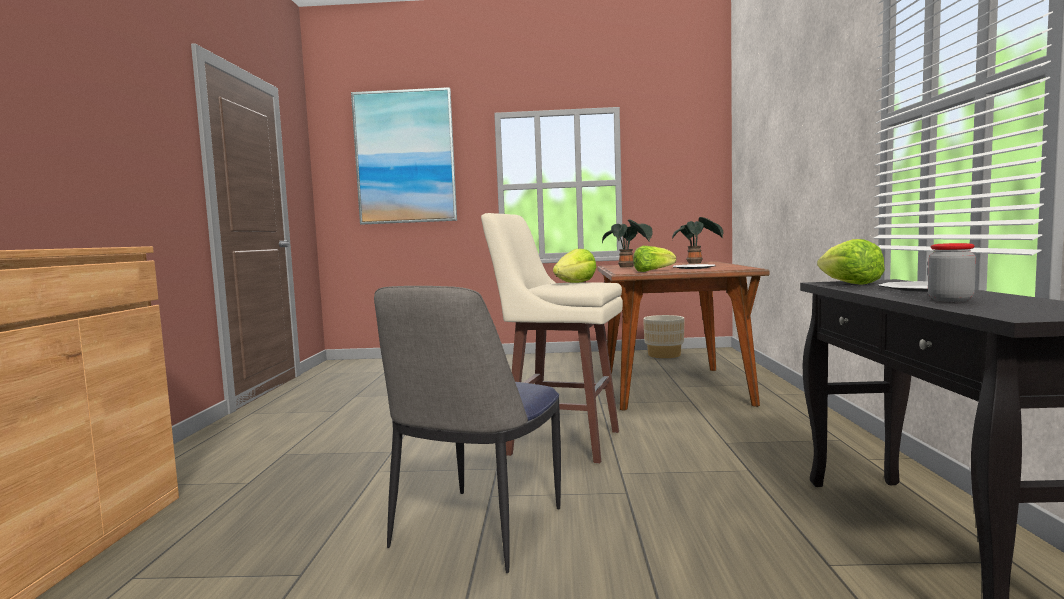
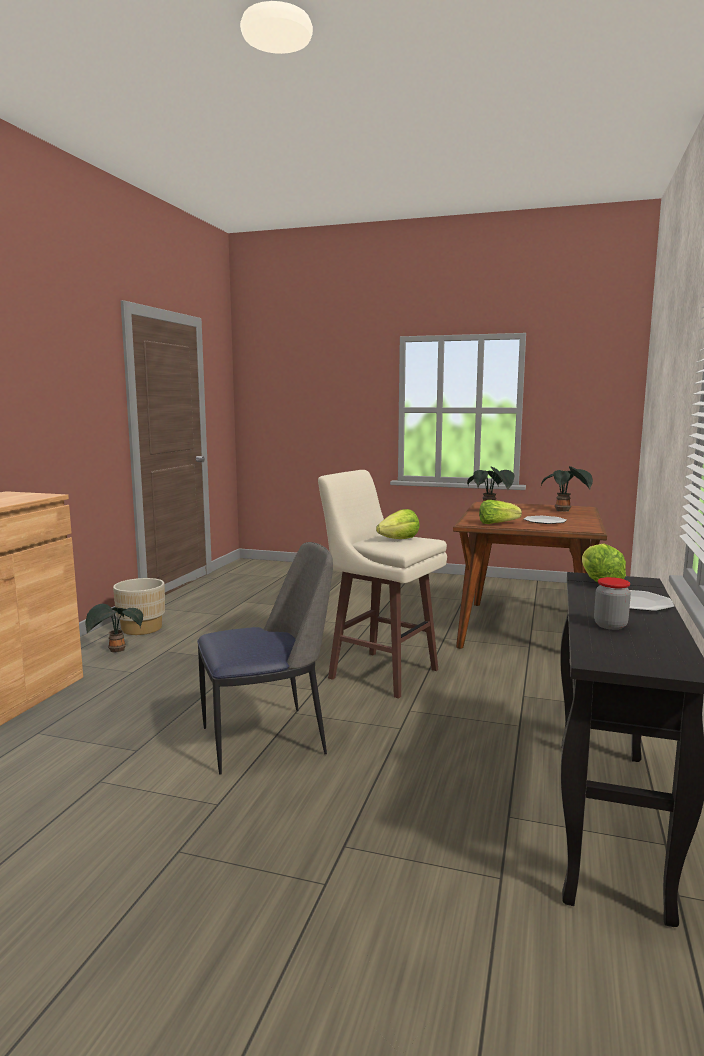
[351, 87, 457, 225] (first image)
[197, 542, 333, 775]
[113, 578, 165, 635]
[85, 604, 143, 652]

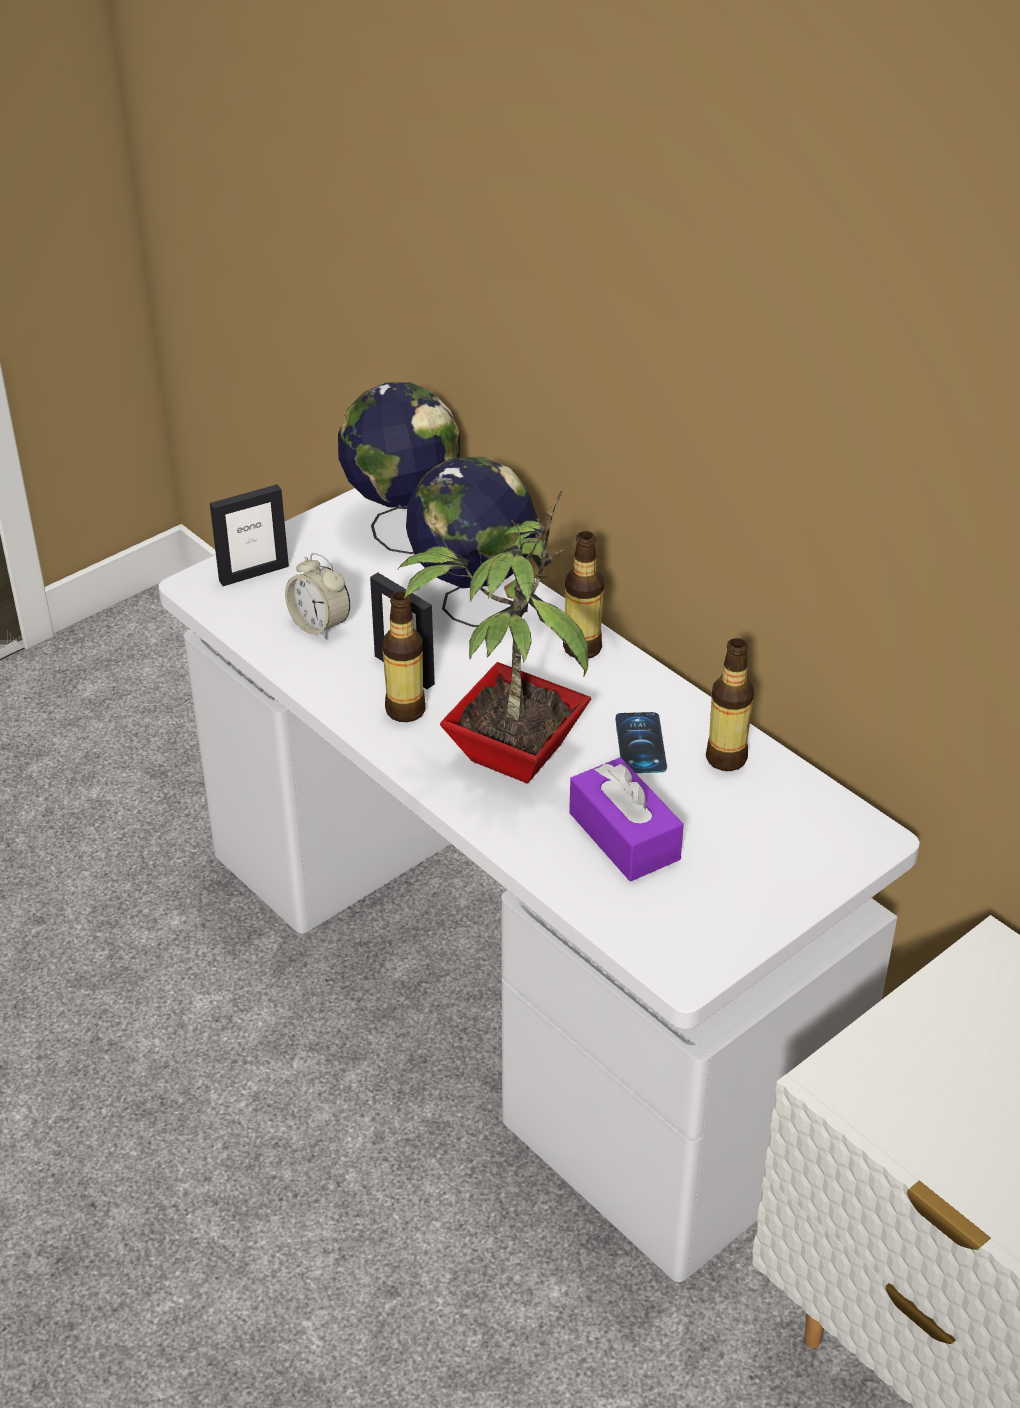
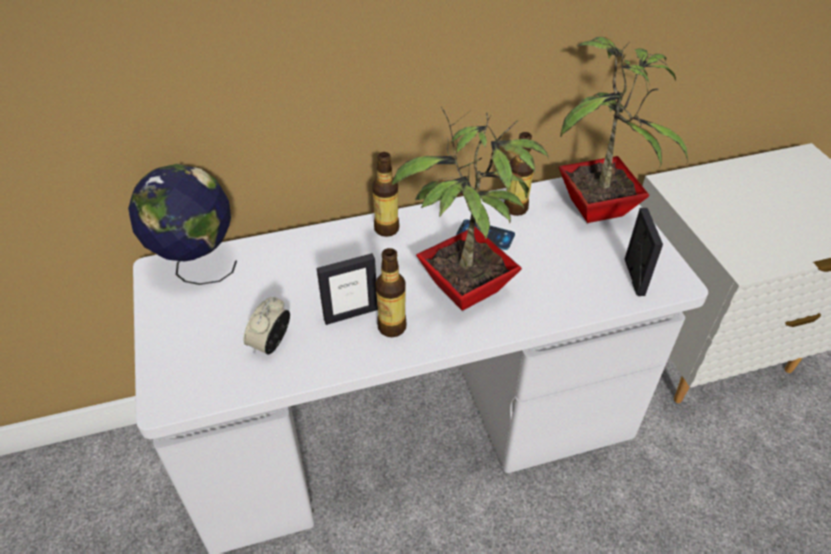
[625, 208, 663, 296]
[243, 297, 290, 354]
[406, 456, 537, 627] (first image)
[569, 757, 684, 881] (first image)
[559, 37, 688, 223]

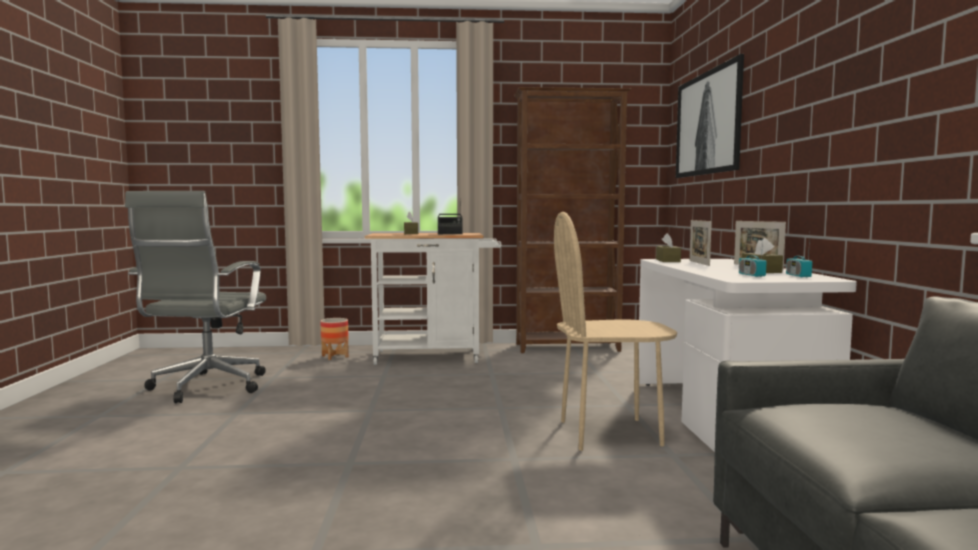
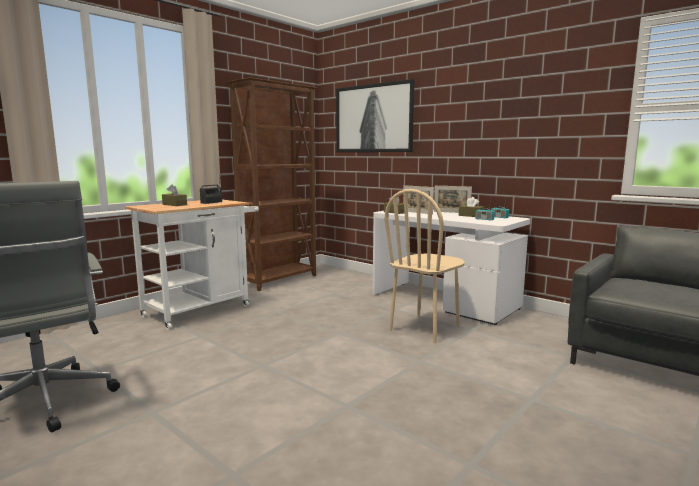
[320, 318, 349, 360] (first image)

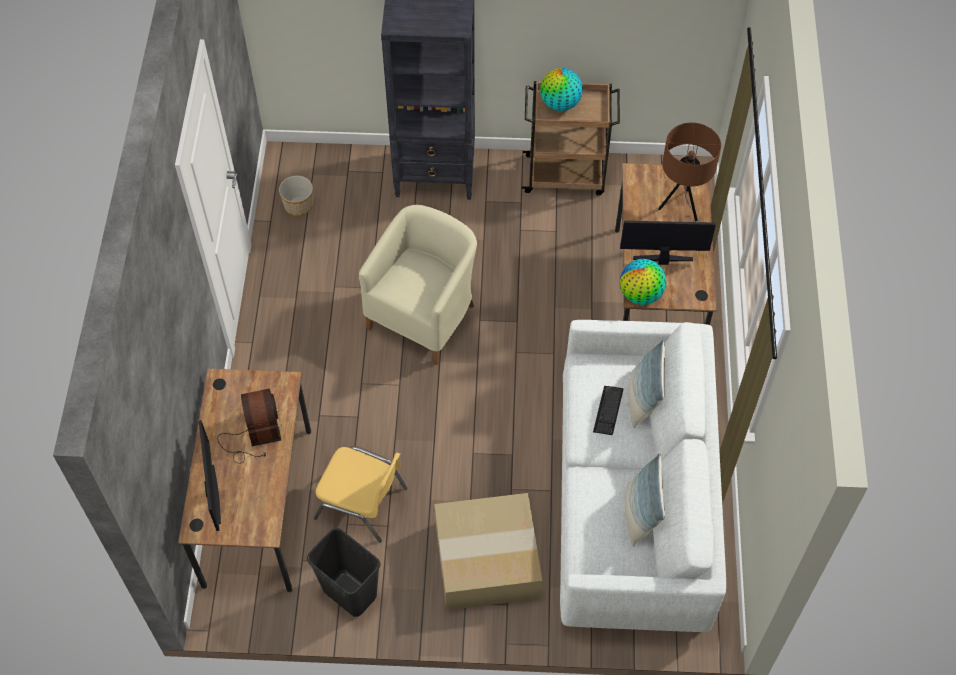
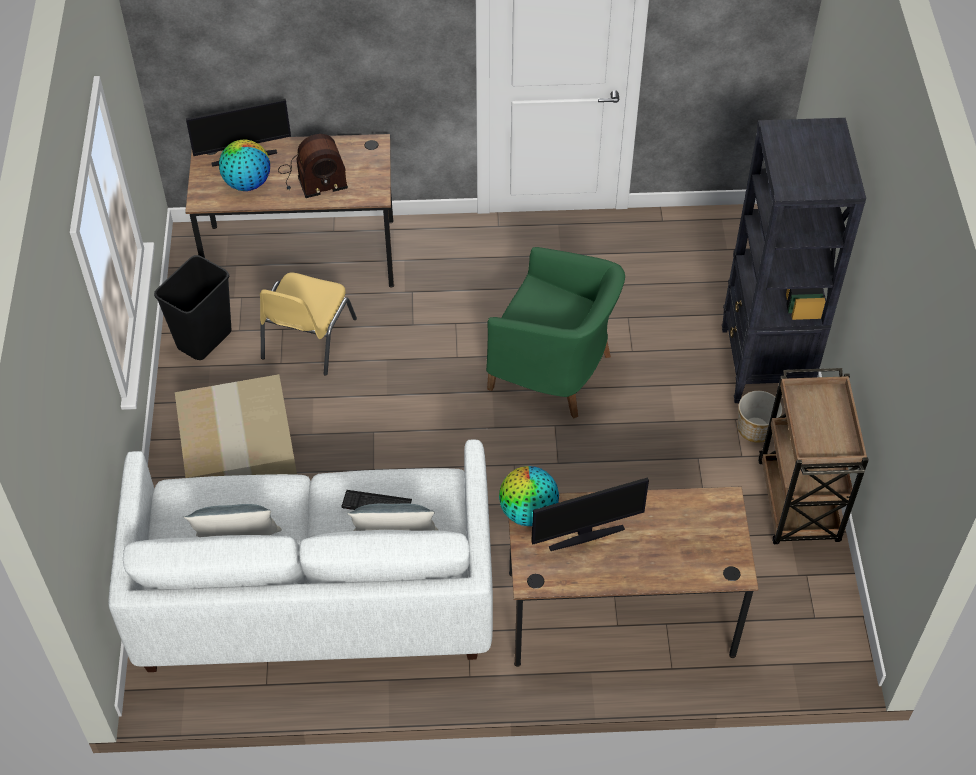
[737, 391, 783, 442]
[486, 247, 625, 419]
[219, 140, 270, 191]
[531, 477, 649, 551]
[658, 123, 721, 222] (first image)

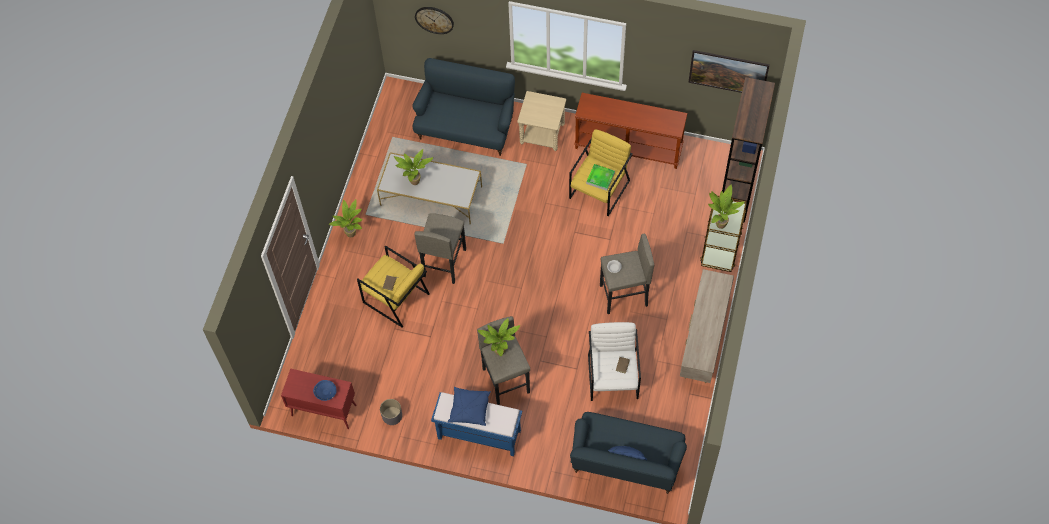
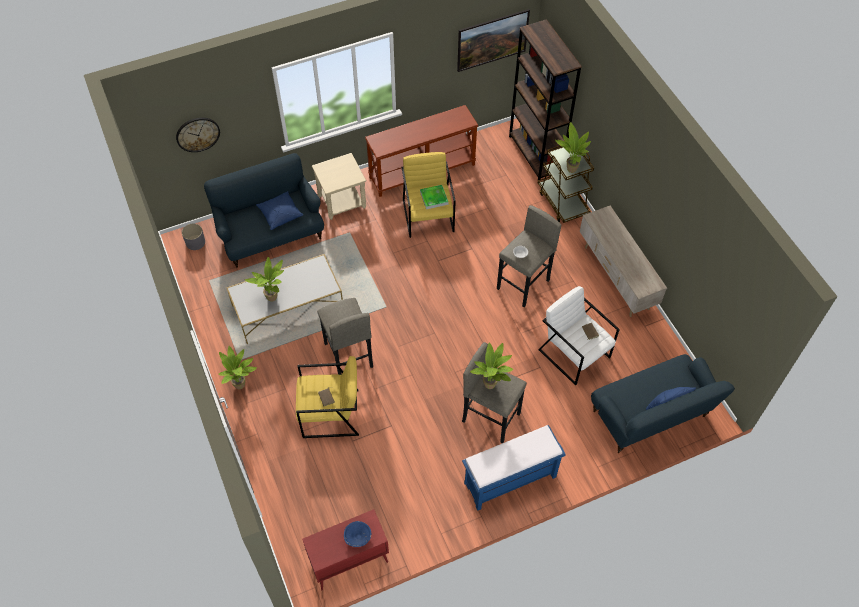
[182, 224, 205, 250]
[256, 191, 303, 230]

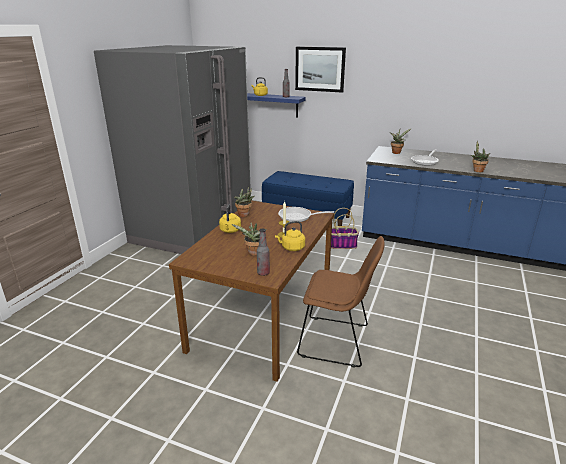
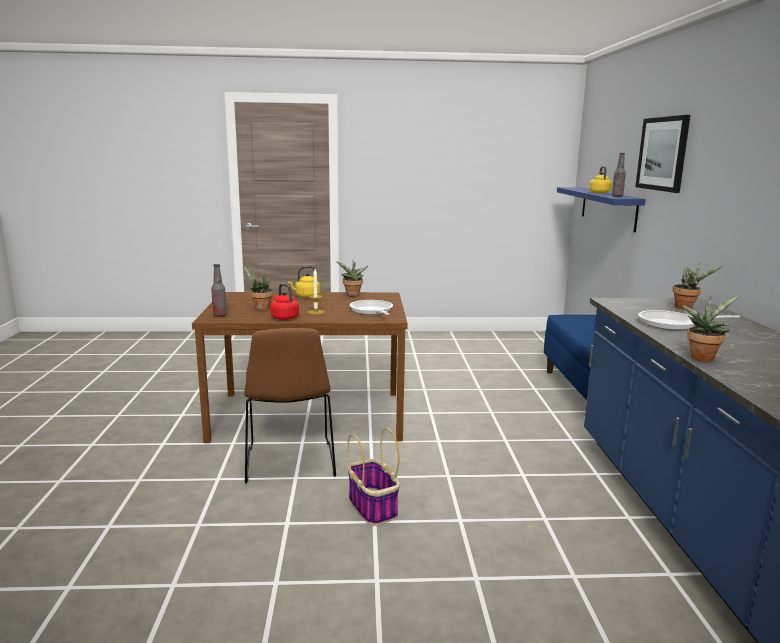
[94, 45, 251, 254] (first image)
[270, 284, 299, 320]
[347, 428, 400, 526]

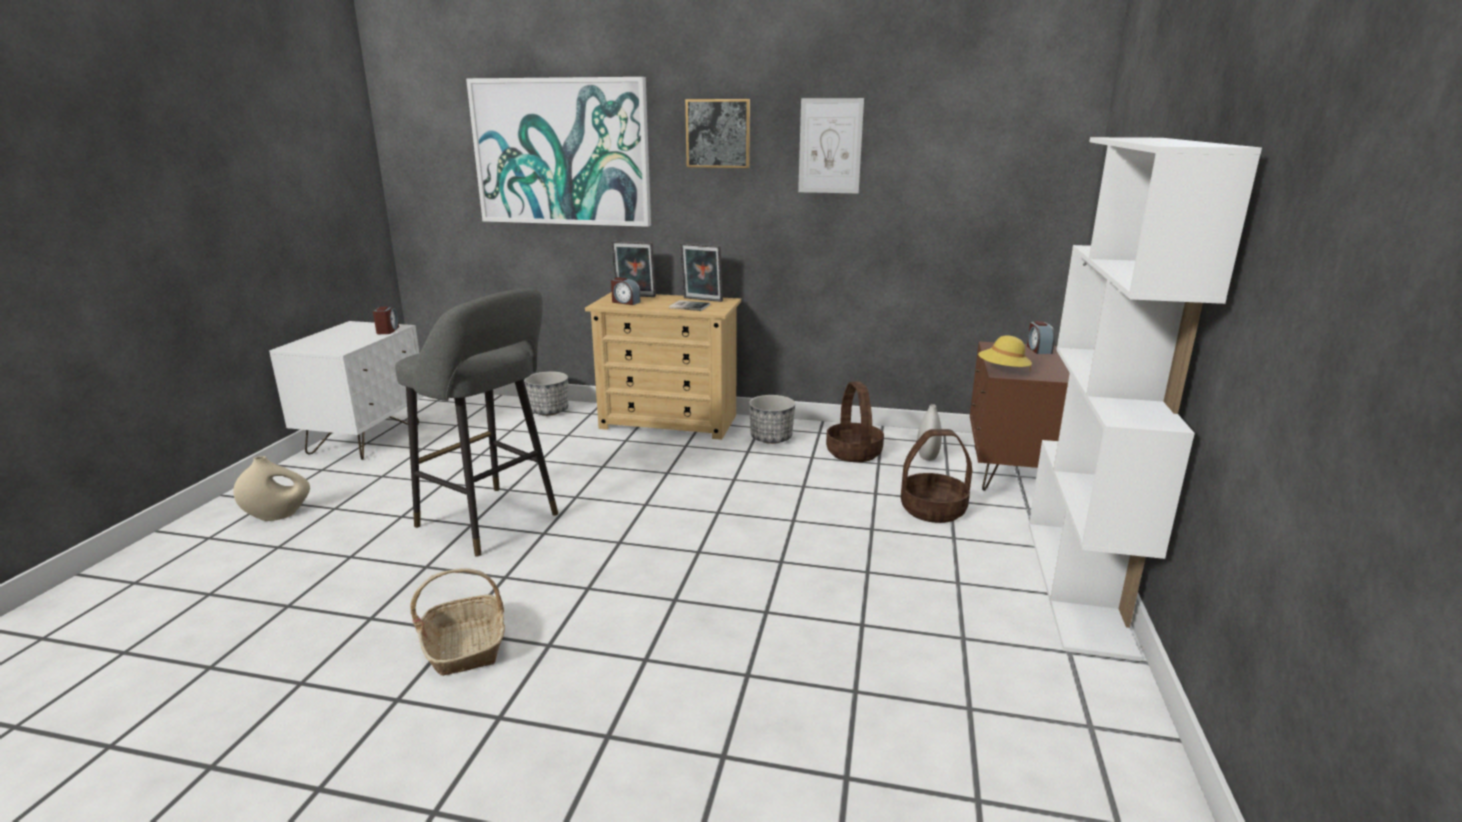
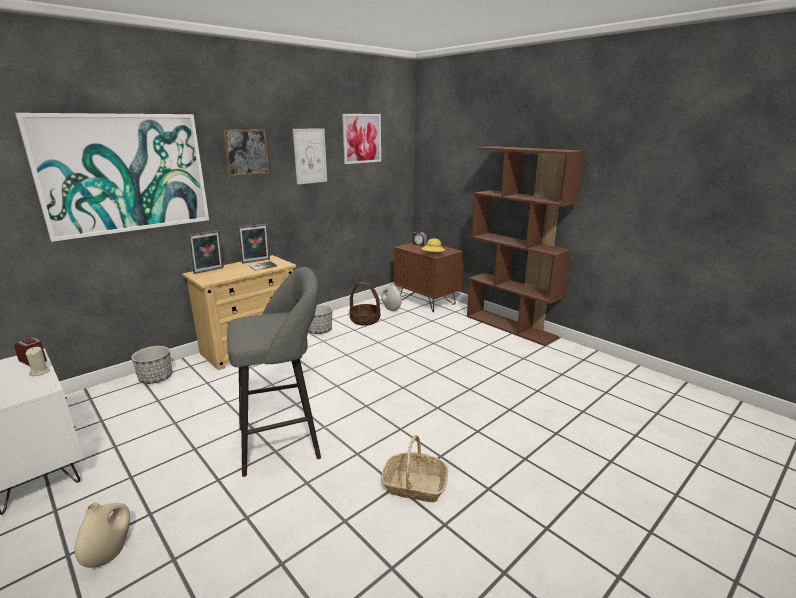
[611, 277, 641, 305] (first image)
[900, 429, 972, 523] (first image)
[467, 146, 585, 346]
[26, 347, 50, 376]
[342, 114, 381, 164]

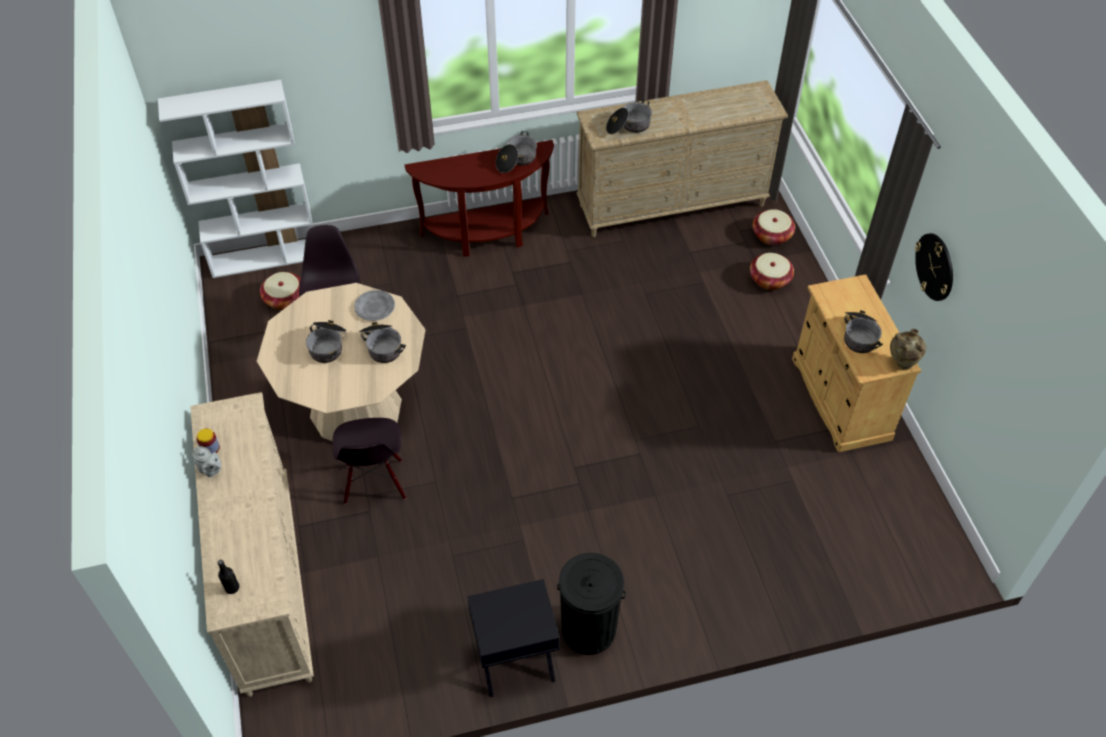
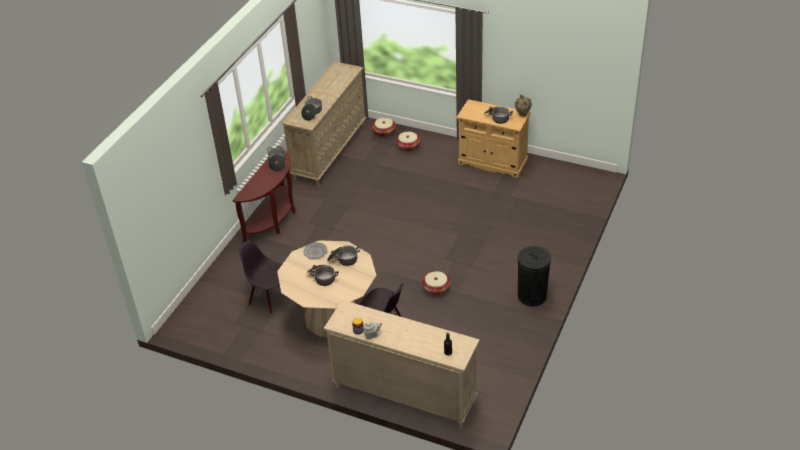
[158, 80, 313, 278] (first image)
[422, 271, 451, 295]
[467, 579, 560, 697] (first image)
[915, 233, 953, 301] (first image)

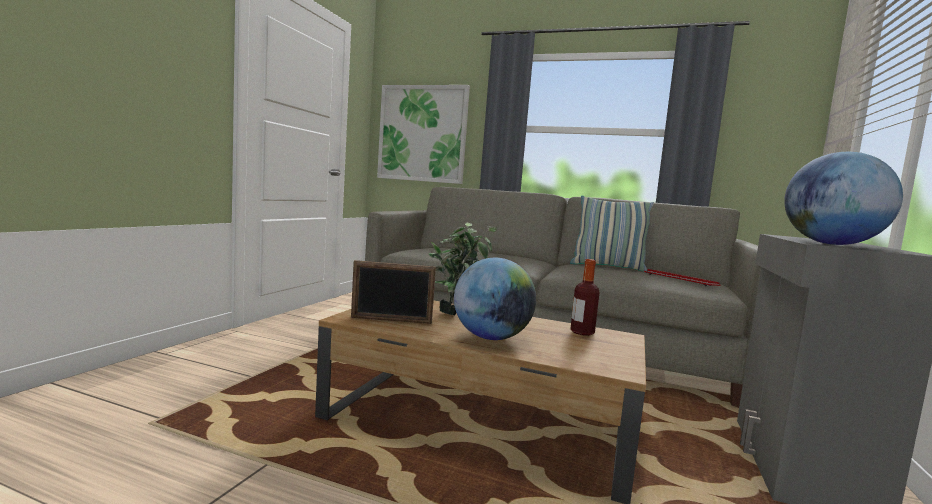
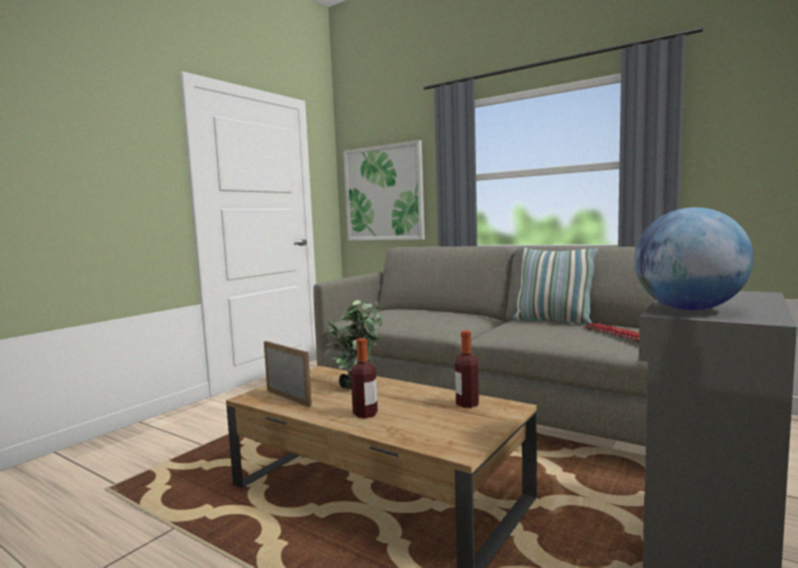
[264, 341, 312, 407]
[351, 338, 378, 418]

